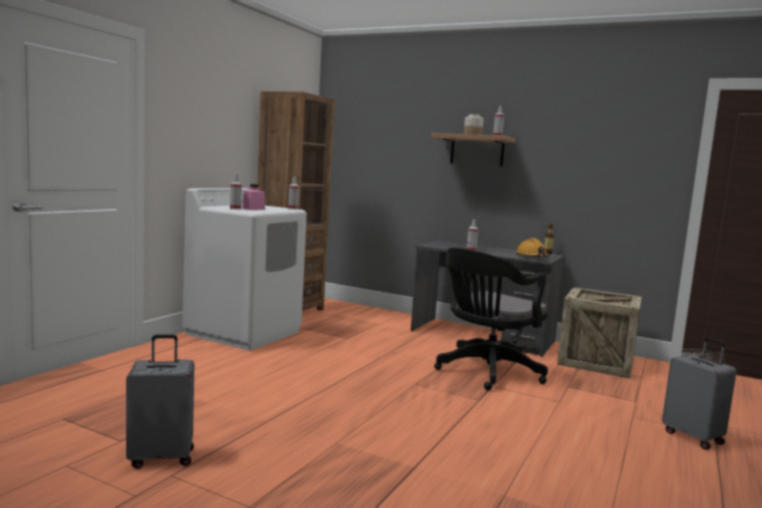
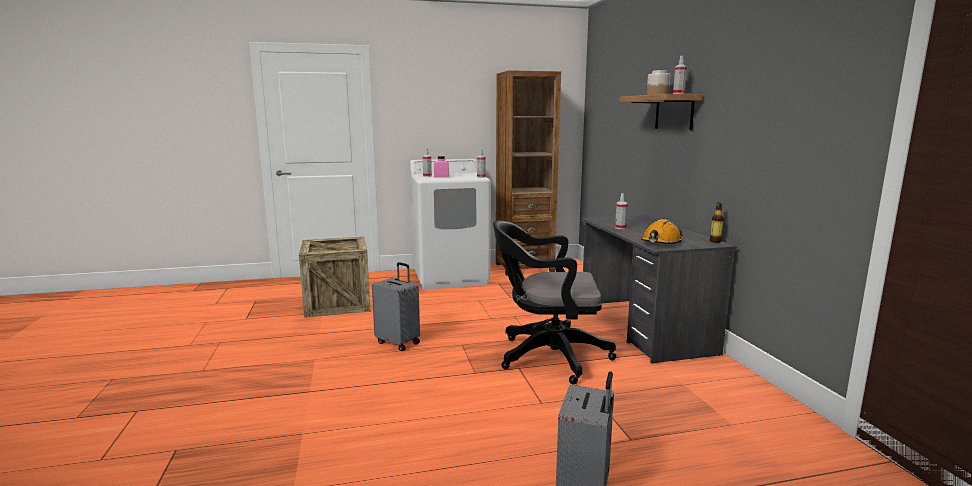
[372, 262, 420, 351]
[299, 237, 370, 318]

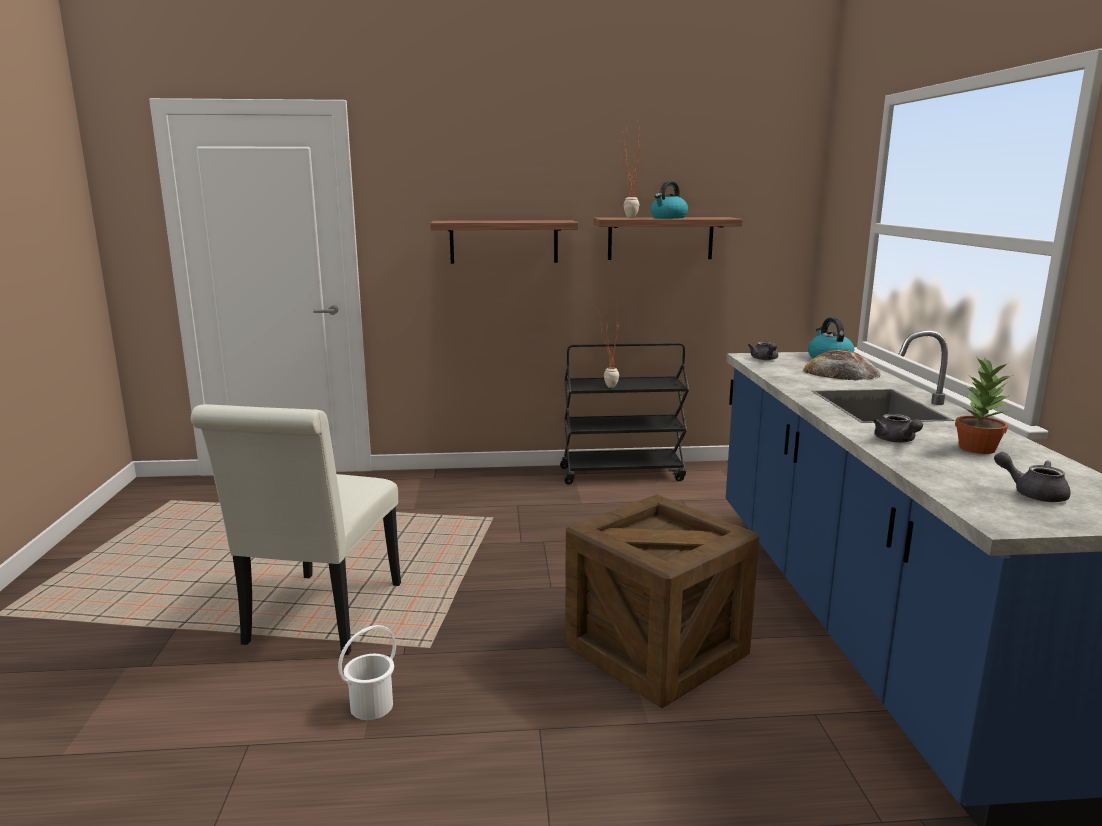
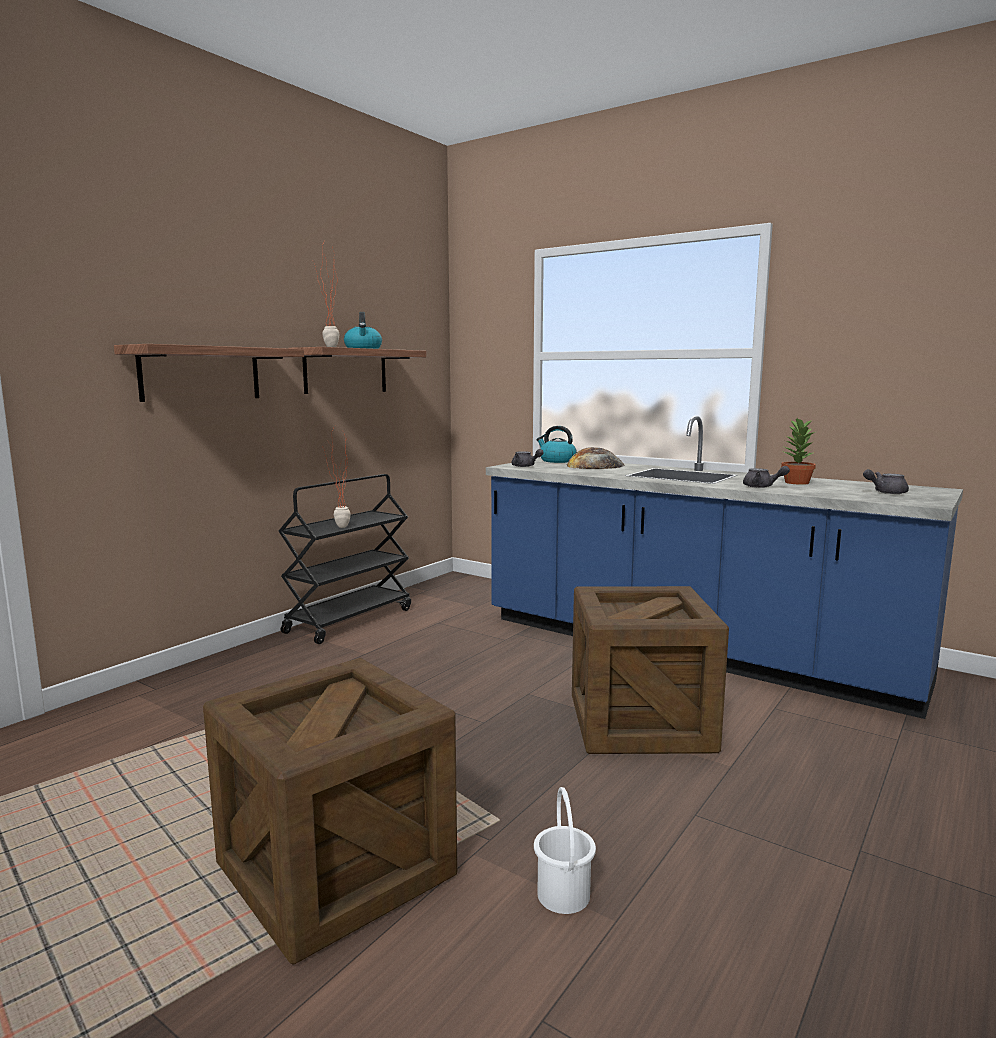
[203, 658, 457, 965]

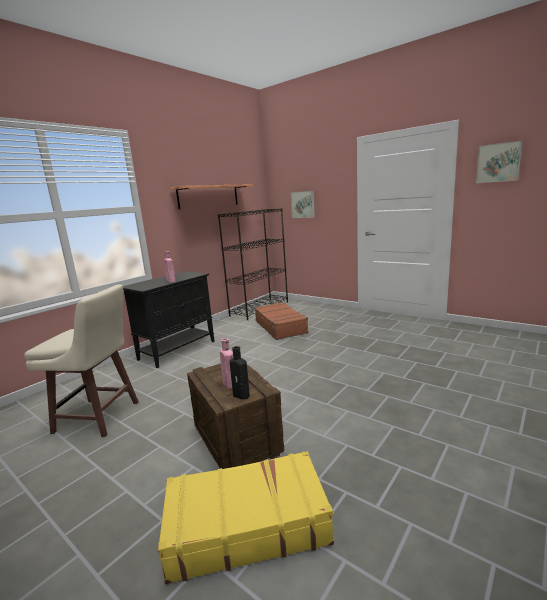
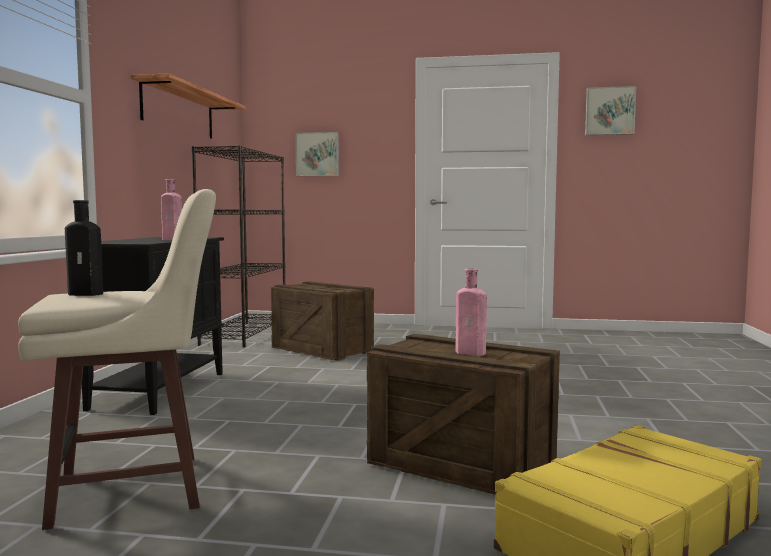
[65, 200, 103, 296]
[271, 281, 374, 361]

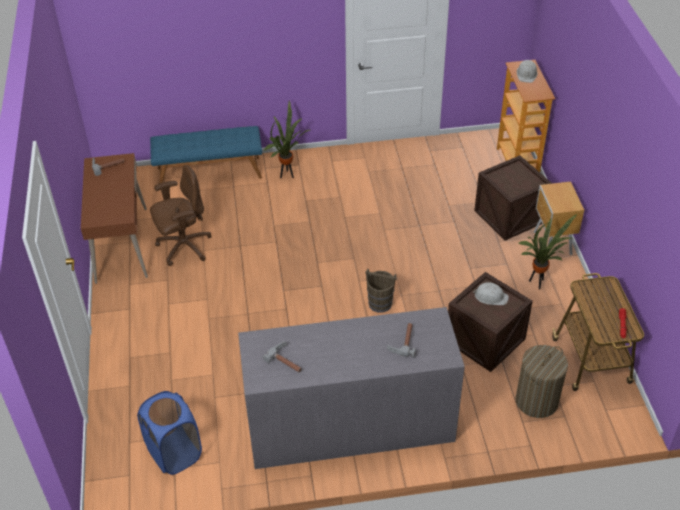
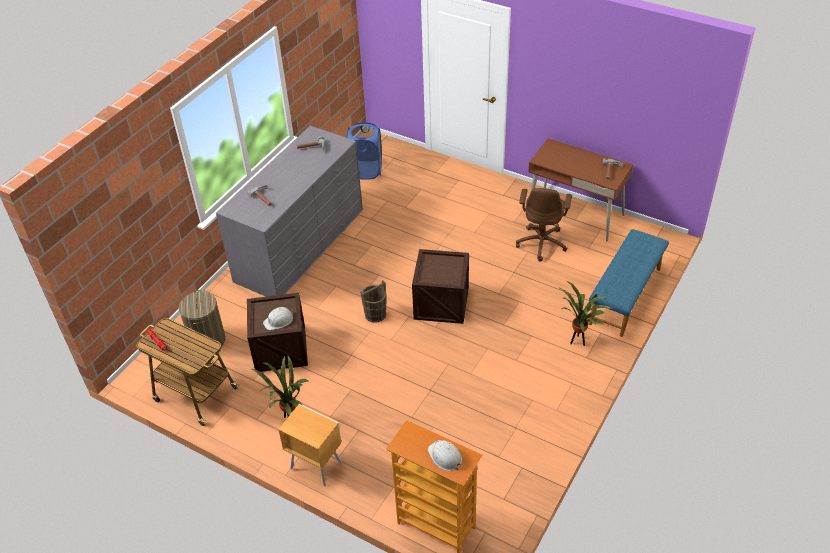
[412, 249, 469, 324]

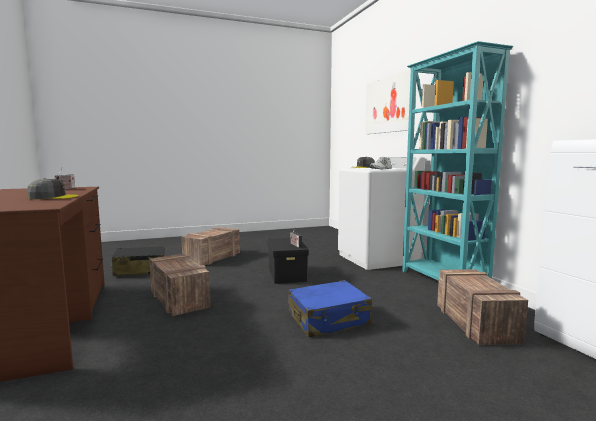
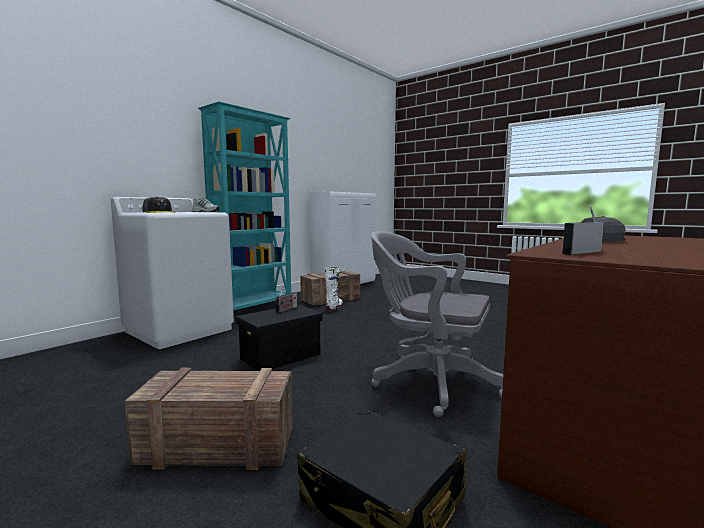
[371, 231, 503, 417]
[288, 280, 372, 337] (first image)
[365, 69, 411, 134] (first image)
[325, 267, 343, 310]

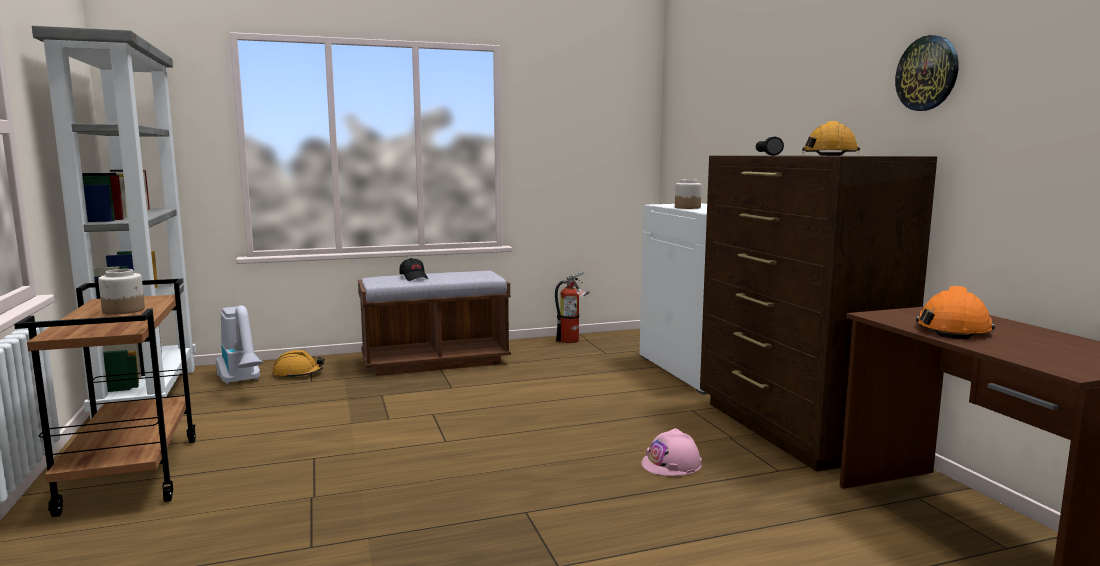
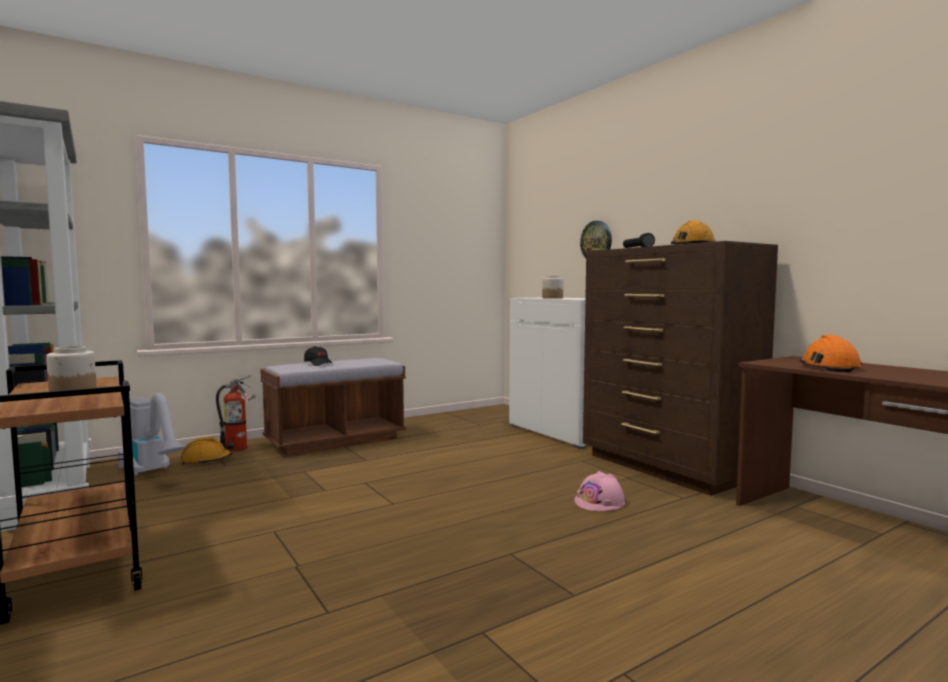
[216, 375, 256, 452]
[580, 221, 612, 258]

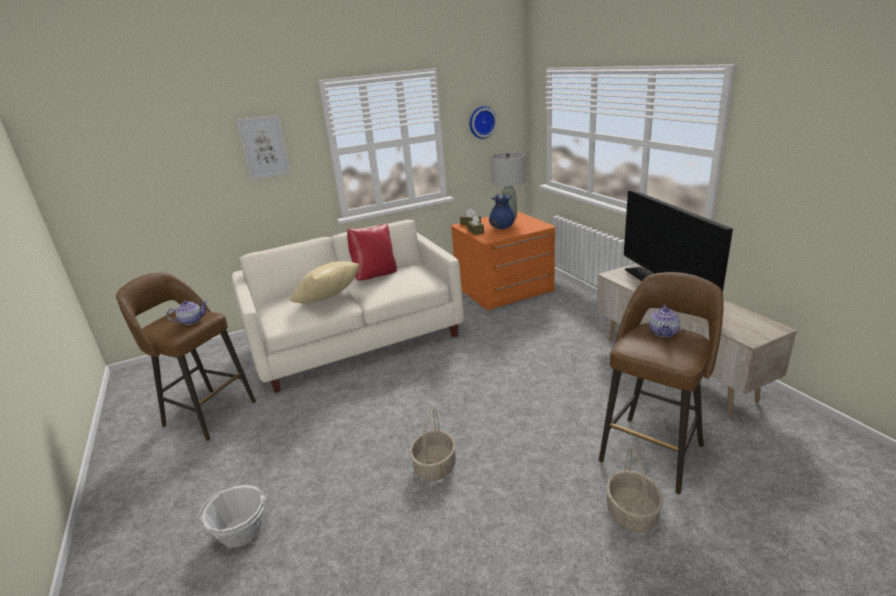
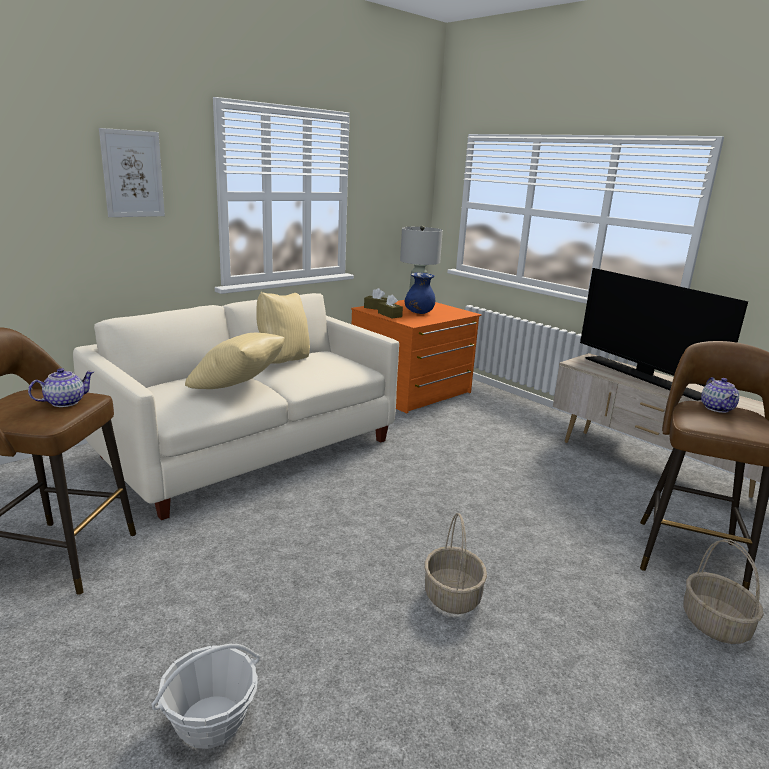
[256, 292, 310, 364]
[469, 106, 497, 139] (first image)

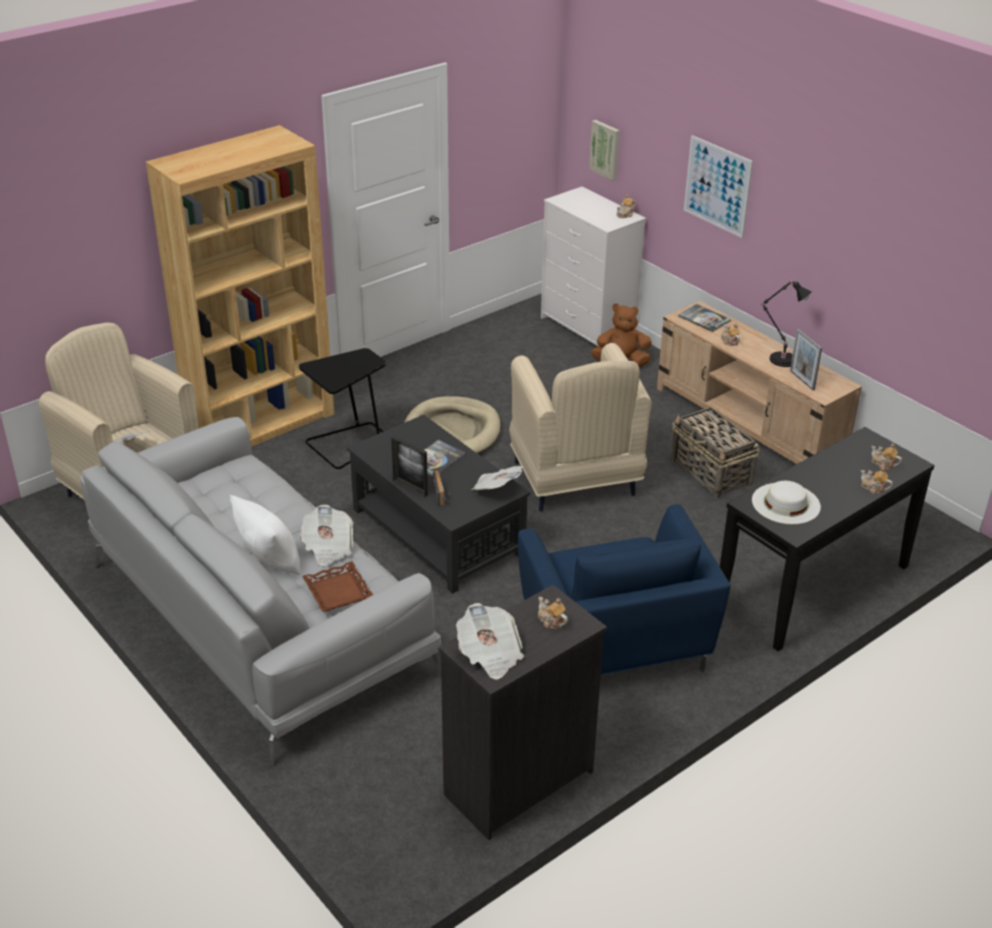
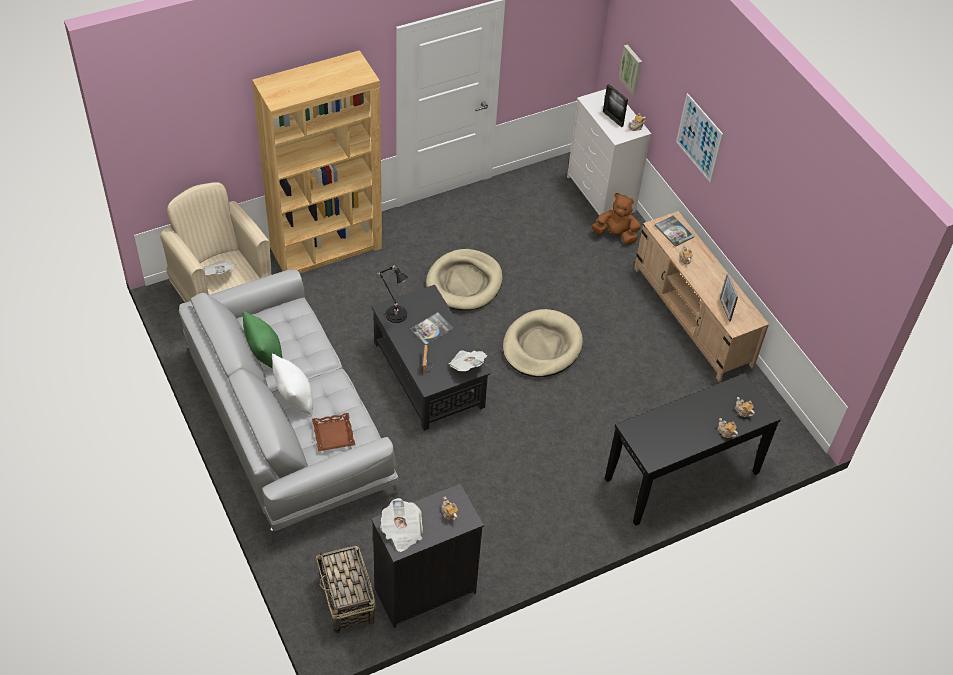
[299, 348, 386, 469] (first image)
[300, 505, 353, 566] (first image)
[603, 84, 628, 127]
[503, 309, 583, 377]
[518, 504, 730, 675] (first image)
[316, 546, 375, 634]
[752, 481, 821, 524] (first image)
[377, 265, 408, 323]
[243, 311, 282, 368]

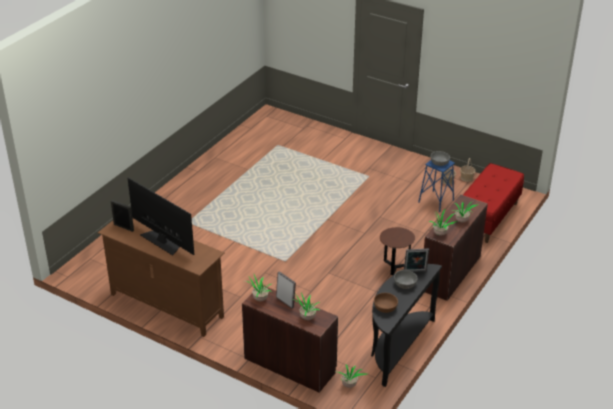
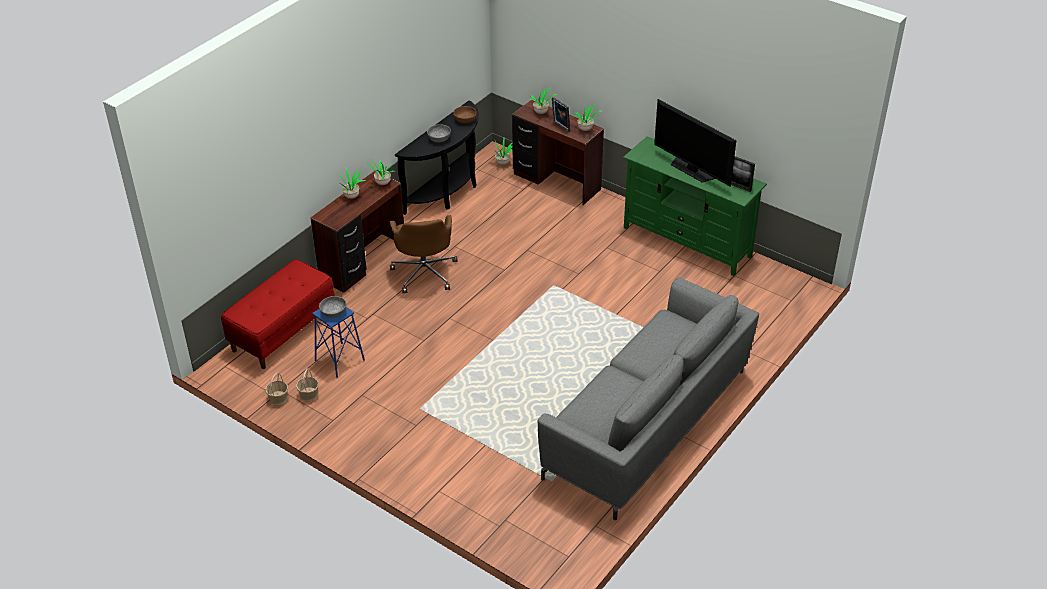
[623, 136, 767, 276]
[390, 215, 458, 293]
[404, 249, 429, 272] (first image)
[538, 277, 759, 520]

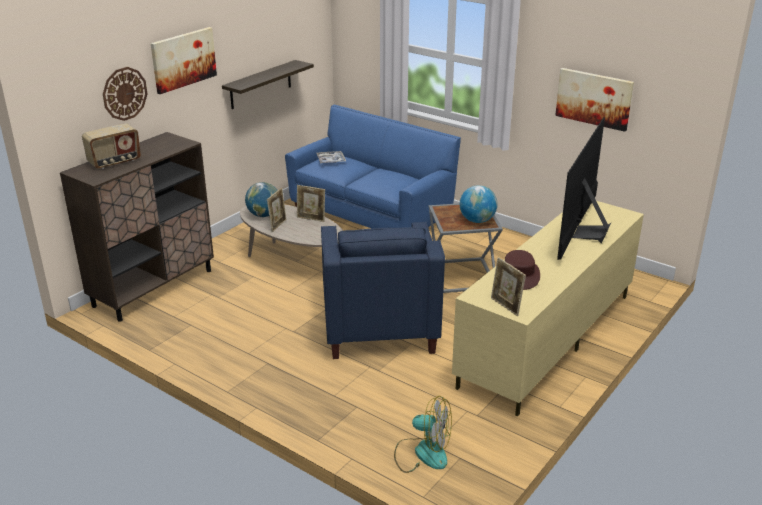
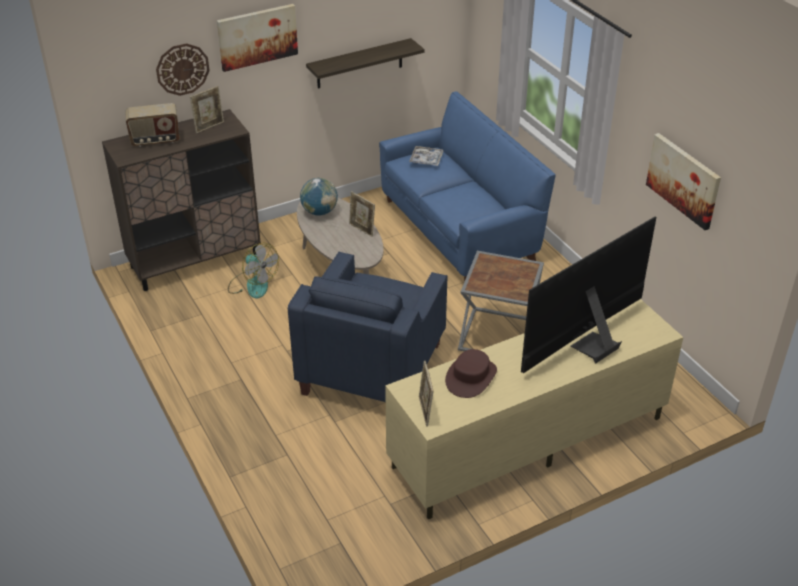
[190, 86, 224, 133]
[228, 243, 279, 298]
[460, 185, 498, 223] (first image)

